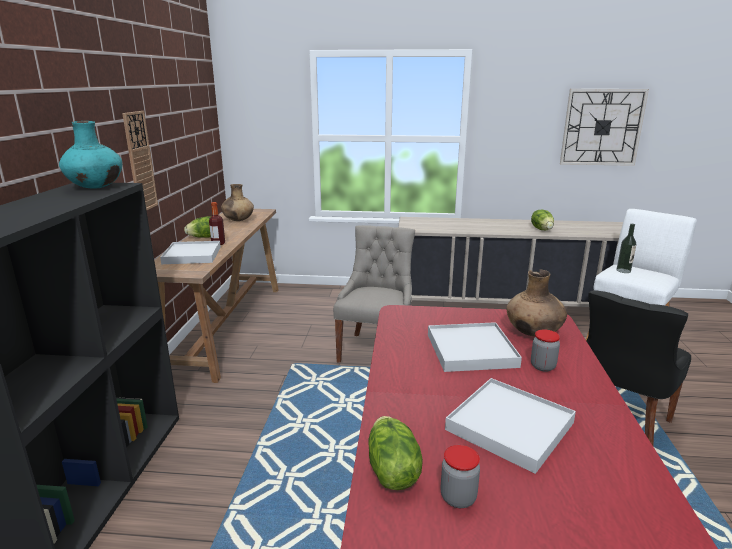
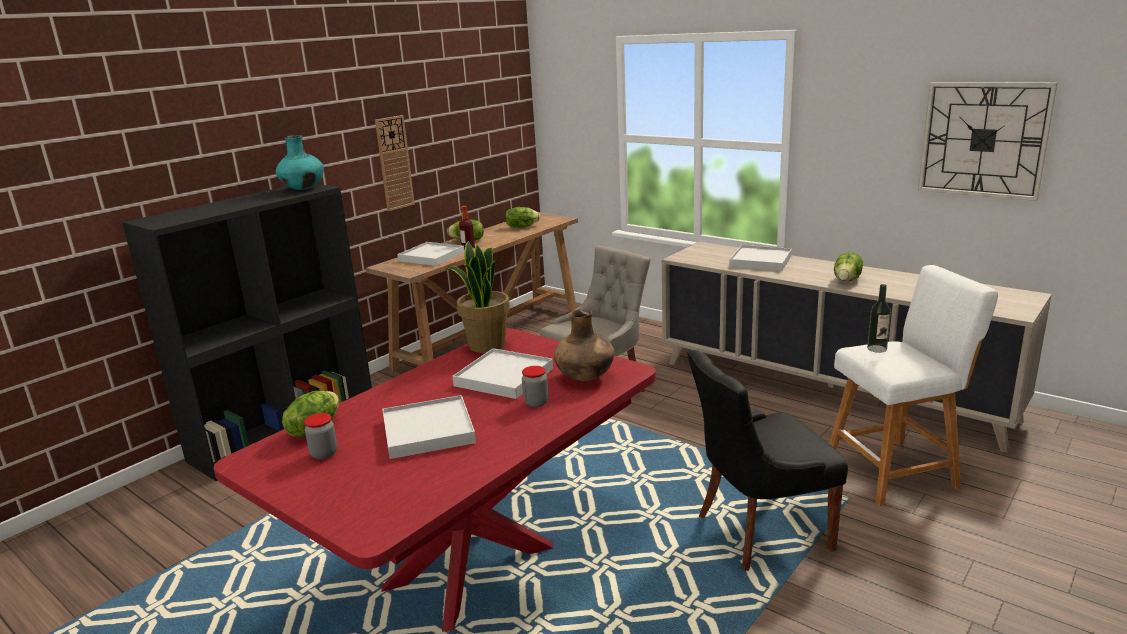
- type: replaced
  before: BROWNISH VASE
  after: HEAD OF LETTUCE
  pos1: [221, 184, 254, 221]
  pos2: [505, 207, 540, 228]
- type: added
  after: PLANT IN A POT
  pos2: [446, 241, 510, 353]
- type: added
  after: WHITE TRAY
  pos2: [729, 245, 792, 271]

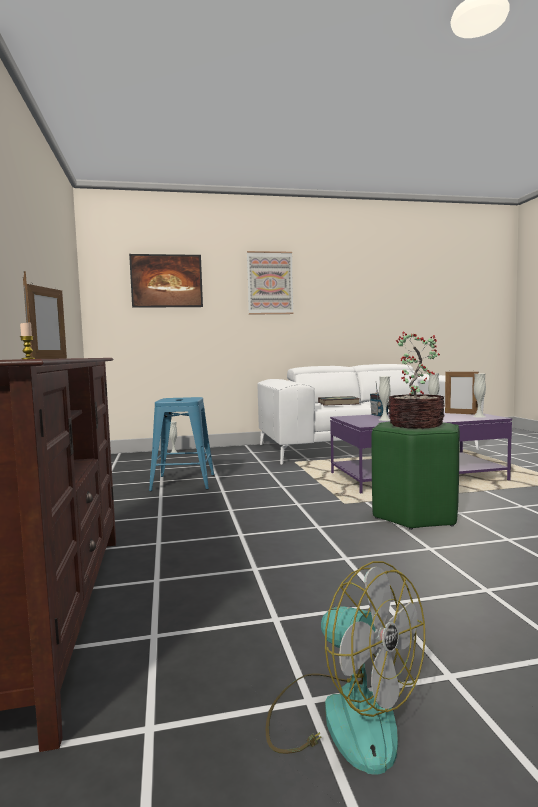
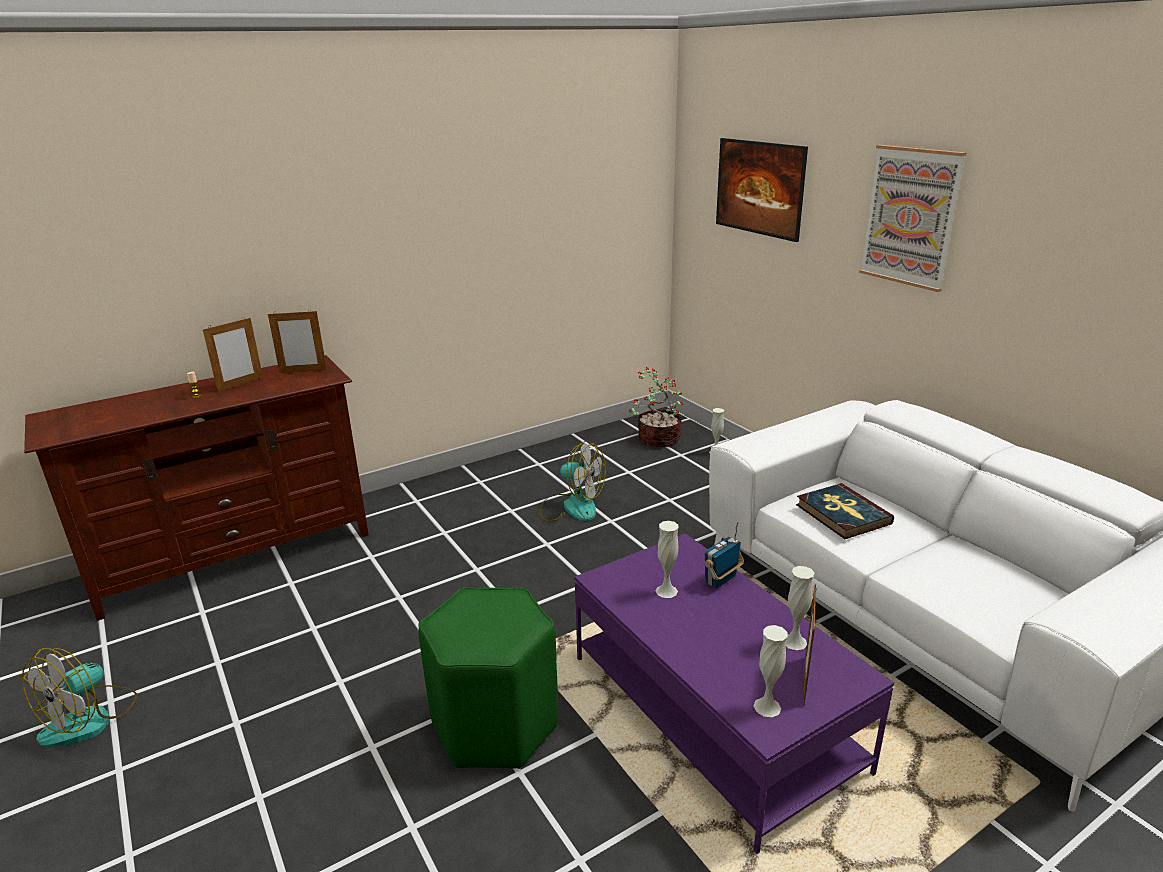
- type: moved
  before: PLANT IN A POT
  pos1: [388, 332, 445, 429]
  pos2: [628, 367, 684, 447]
- type: replaced
  before: BLUE-COLOURED STOOL
  after: ELECTRIC FAN
  pos1: [149, 397, 214, 491]
  pos2: [539, 441, 606, 522]

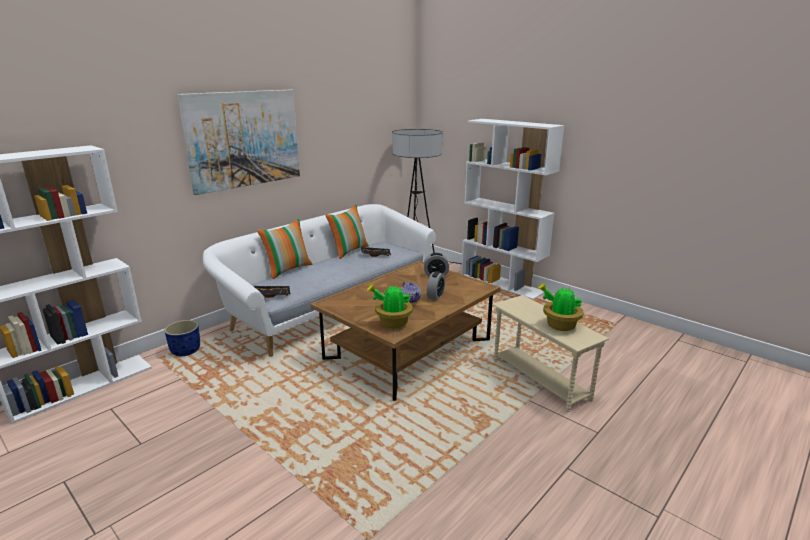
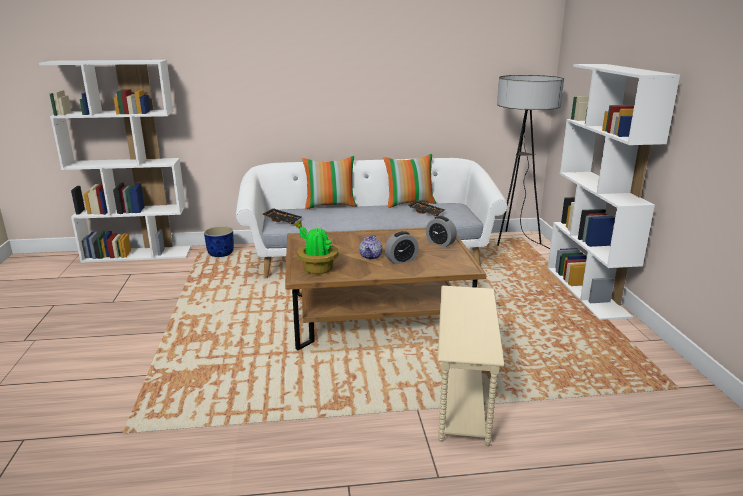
- type: removed
  before: PICTURE
  pos1: [177, 90, 300, 195]
- type: removed
  before: PLANT IN A POT
  pos1: [537, 283, 584, 331]

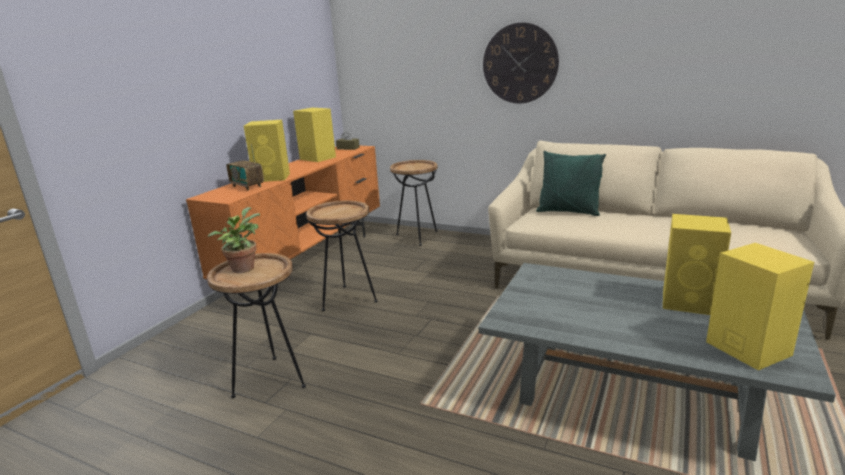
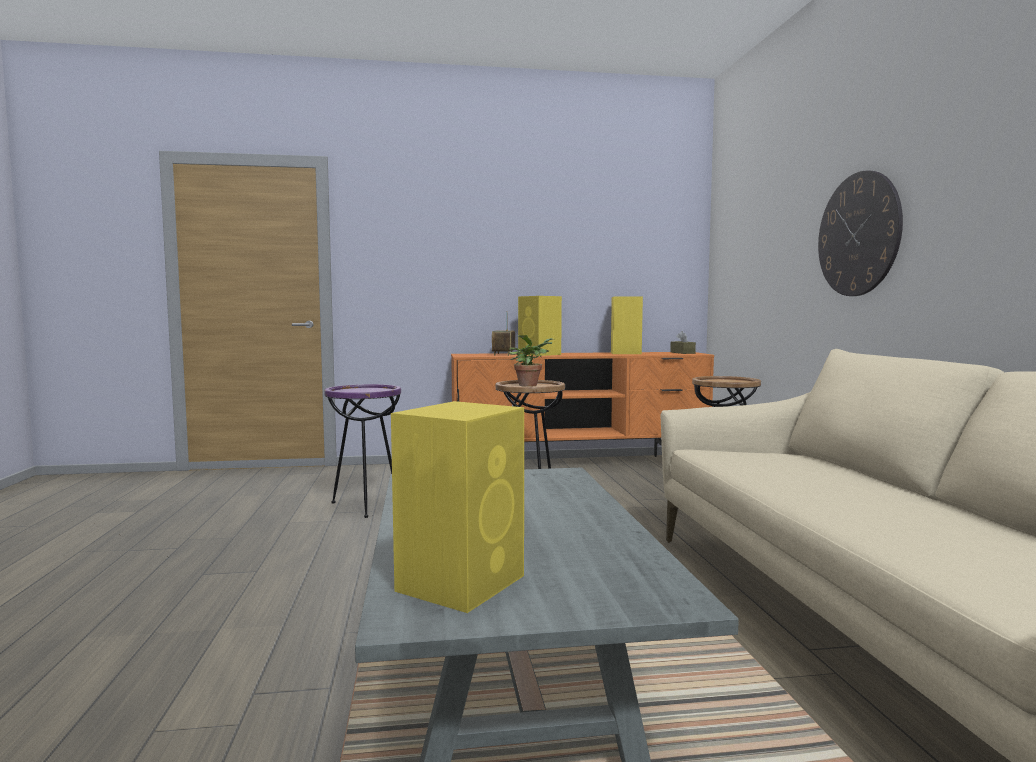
- type: removed
  before: GREENISH PILLOW
  pos1: [536, 151, 606, 216]
- type: moved
  before: PLANT IN A POT
  pos1: [208, 207, 260, 273]
  pos2: [509, 335, 555, 387]
- type: removed
  before: YELLOWISH AUDIO SPEAKER
  pos1: [663, 214, 731, 315]
- type: recoloured
  before: BROWNISH ACCENT TABLE
  after: PURPLE ACCENT TABLE
  pos1: [207, 253, 306, 398]
  pos2: [324, 384, 401, 518]

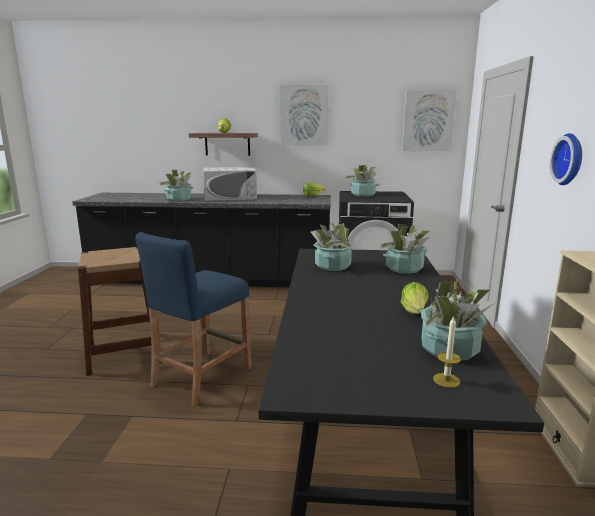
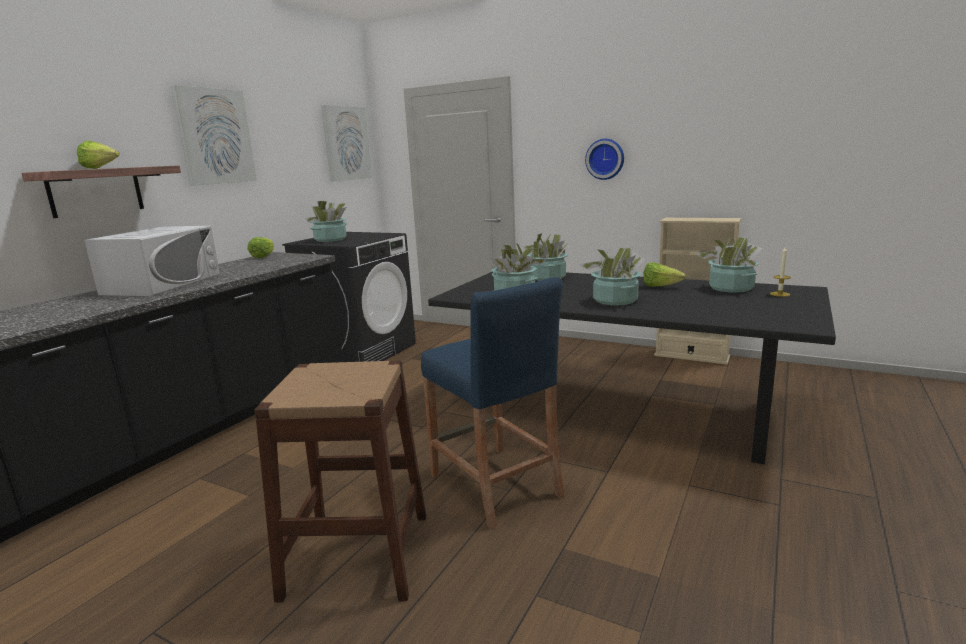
- type: moved
  before: PLANT IN A POT
  pos1: [159, 170, 194, 201]
  pos2: [579, 247, 645, 306]

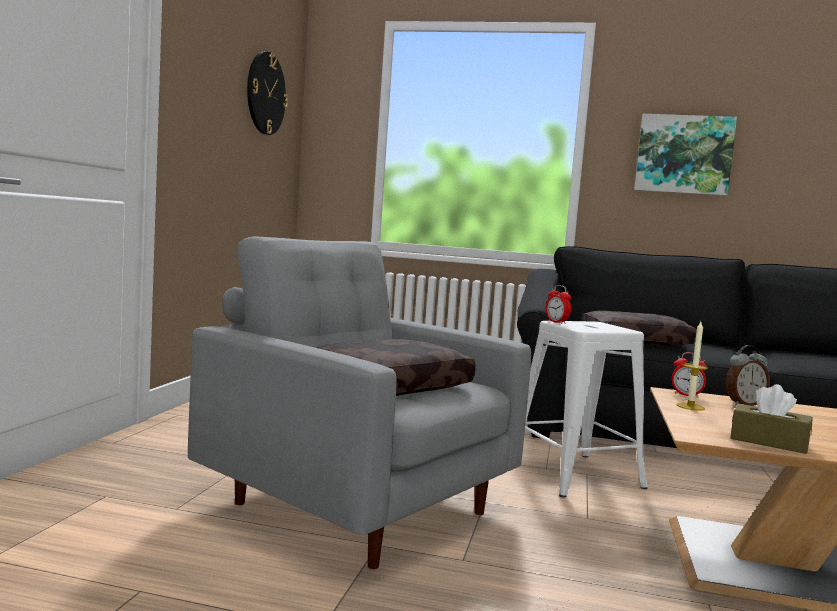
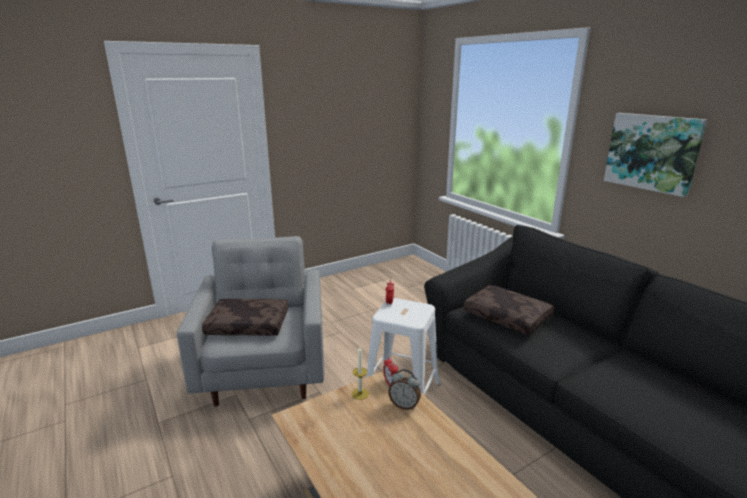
- type: removed
  before: HANGING CLOCK
  pos1: [247, 51, 288, 135]
- type: removed
  before: BROWNISH BOX OF TISSUES
  pos1: [731, 384, 813, 454]

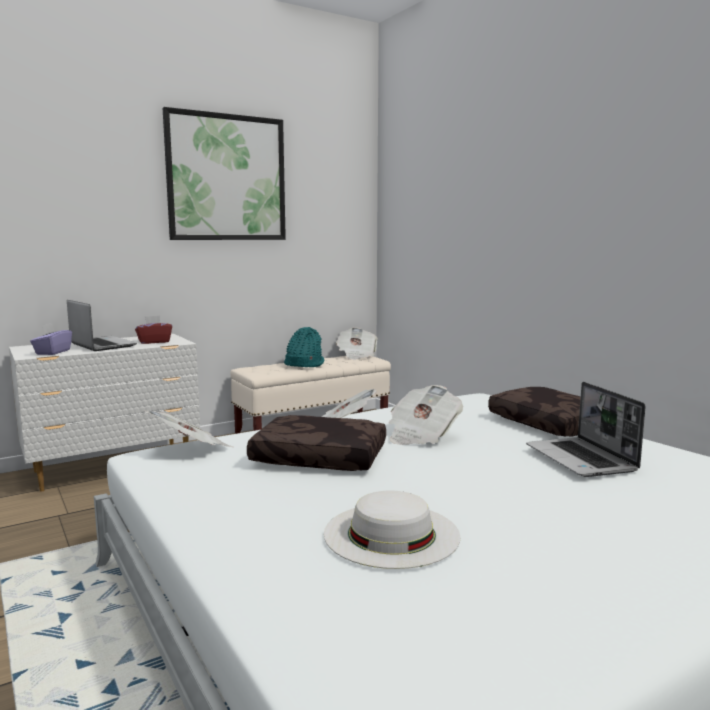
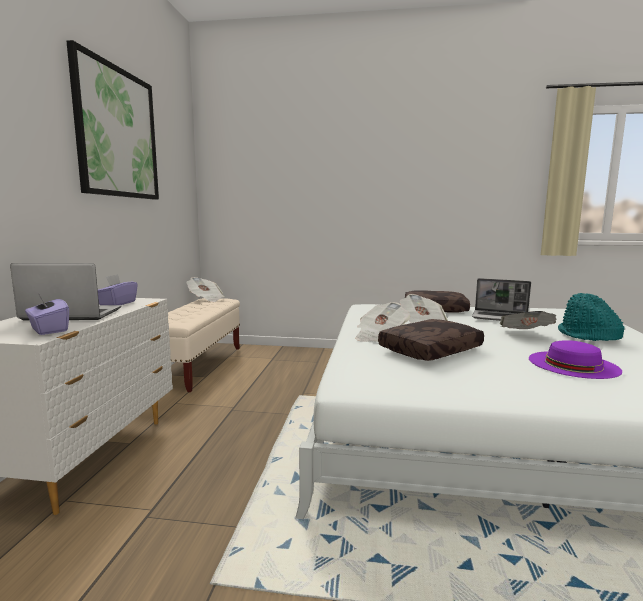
- type: recoloured
  before: RED-COLOURED BOX OF TISSUES
  after: PURPLE BOX OF TISSUES
  pos1: [135, 315, 172, 344]
  pos2: [98, 274, 138, 305]
- type: moved
  before: BLUE-GREEN HAT
  pos1: [284, 327, 324, 367]
  pos2: [558, 293, 624, 341]
- type: moved
  before: PRINTED PAPER
  pos1: [146, 411, 233, 447]
  pos2: [500, 311, 556, 329]
- type: recoloured
  before: WHITE HAT
  after: PURPLE HAT
  pos1: [324, 490, 460, 569]
  pos2: [529, 340, 622, 379]

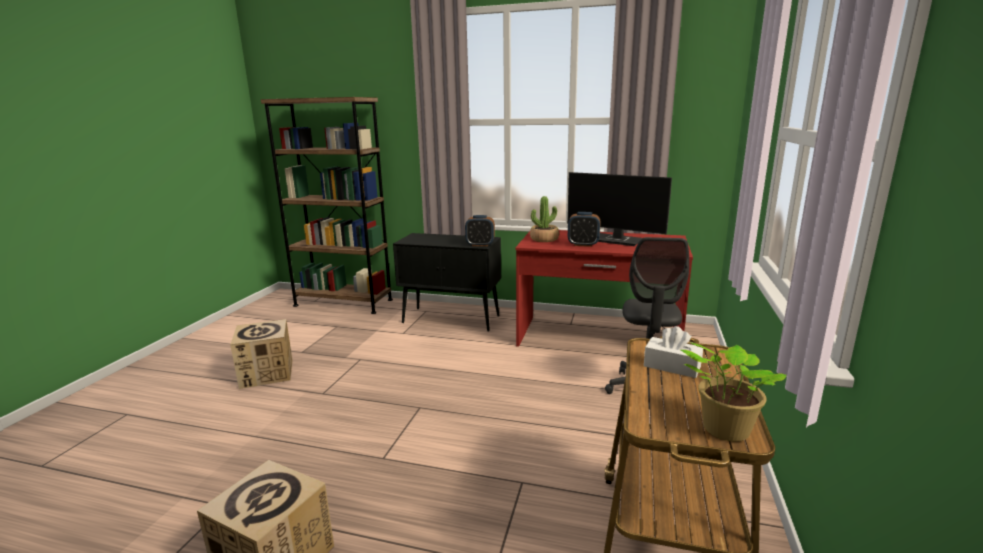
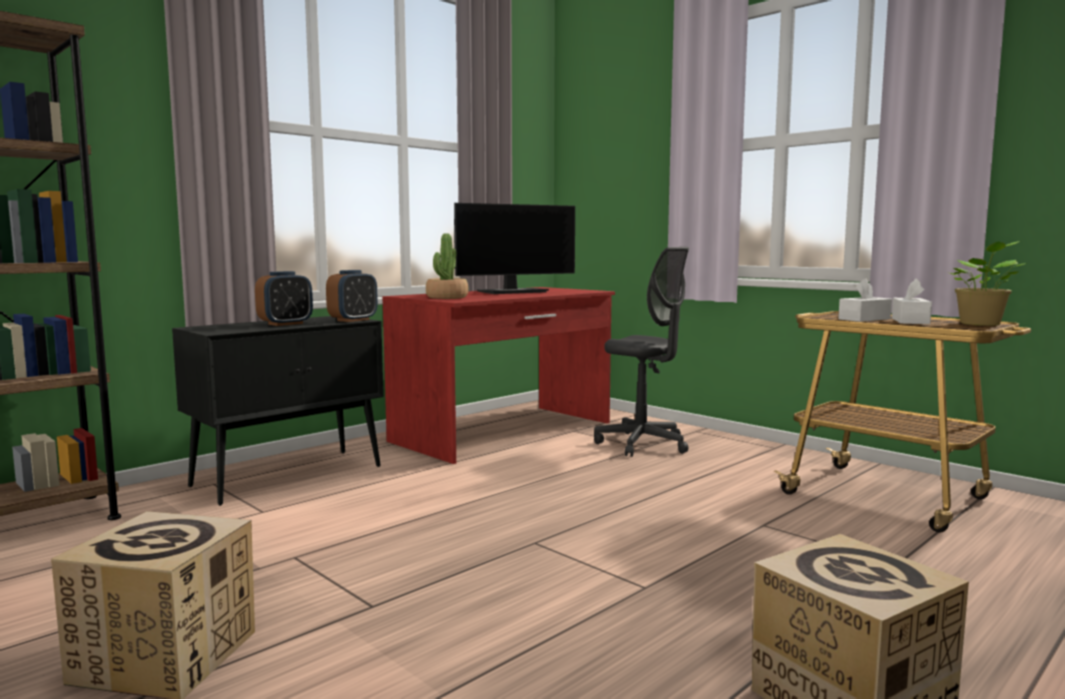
- type: moved
  before: TABLE CLOCK
  pos1: [568, 212, 600, 247]
  pos2: [255, 271, 313, 326]
- type: added
  after: WHITE BOX OF TISSUES
  pos2: [892, 278, 932, 324]

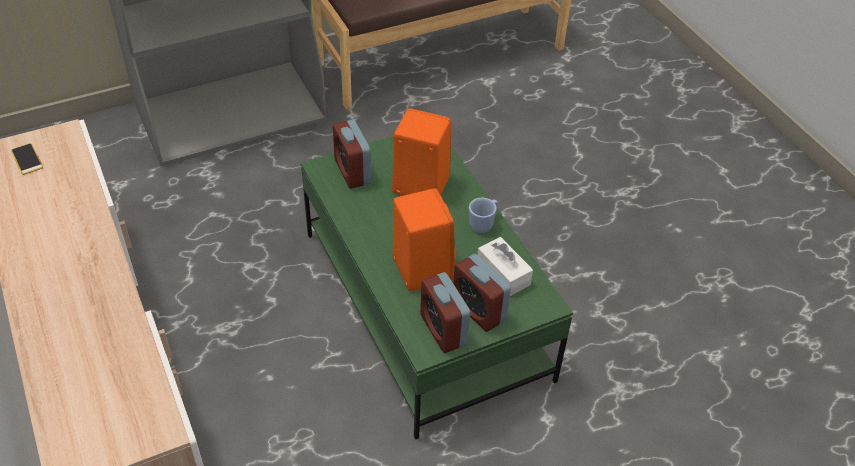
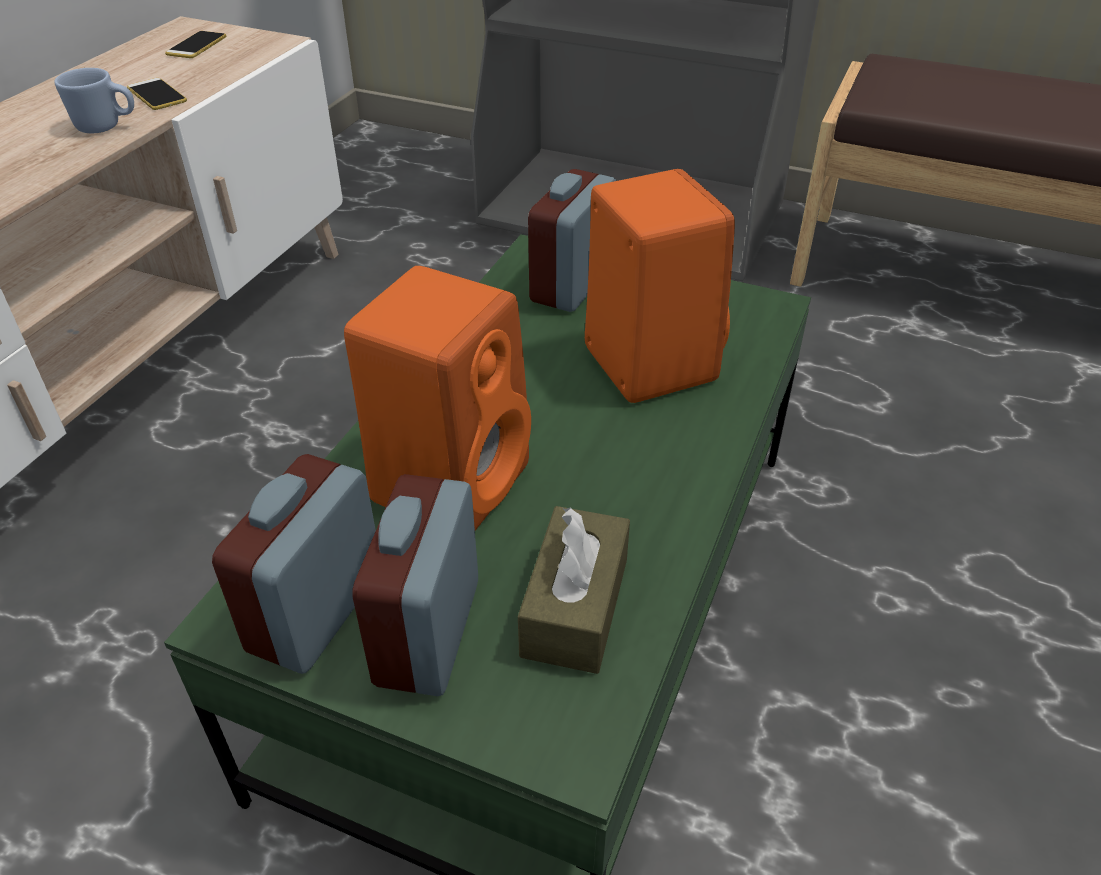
- type: moved
  before: BLUE-COLOURED COFFEE MUG
  pos1: [469, 198, 498, 233]
  pos2: [54, 68, 134, 133]
- type: recoloured
  before: WHITE BOX OF TISSUES
  after: BROWNISH BOX OF TISSUES
  pos1: [478, 237, 533, 296]
  pos2: [518, 506, 630, 674]
- type: added
  after: PHONE
  pos2: [127, 78, 187, 110]

